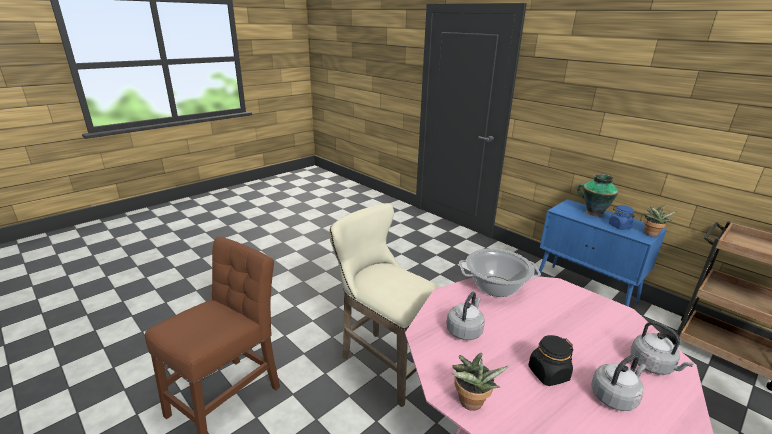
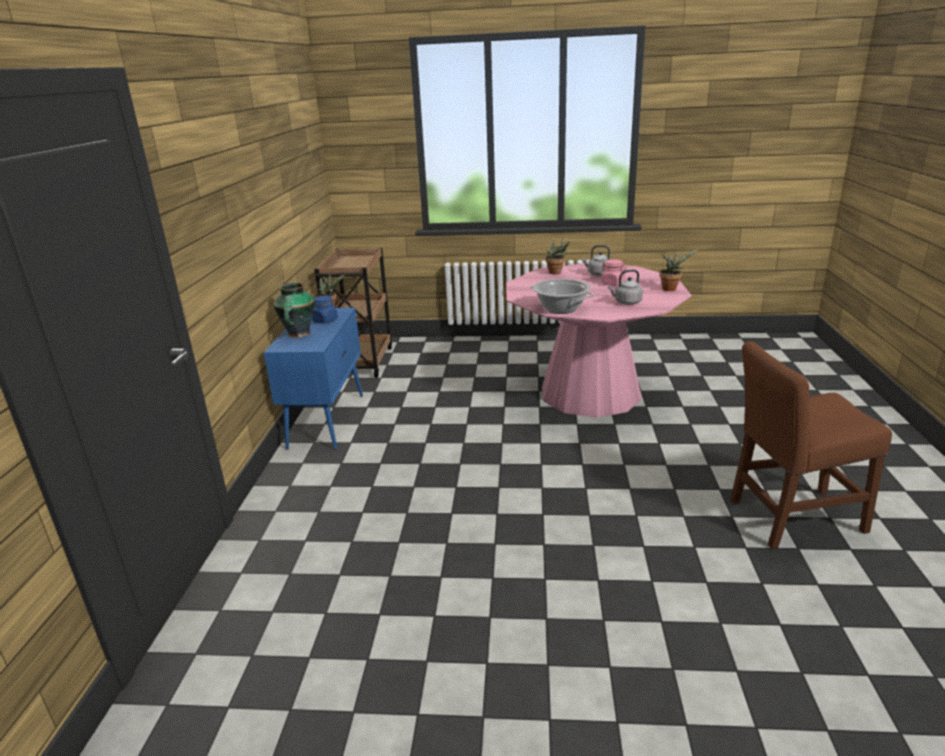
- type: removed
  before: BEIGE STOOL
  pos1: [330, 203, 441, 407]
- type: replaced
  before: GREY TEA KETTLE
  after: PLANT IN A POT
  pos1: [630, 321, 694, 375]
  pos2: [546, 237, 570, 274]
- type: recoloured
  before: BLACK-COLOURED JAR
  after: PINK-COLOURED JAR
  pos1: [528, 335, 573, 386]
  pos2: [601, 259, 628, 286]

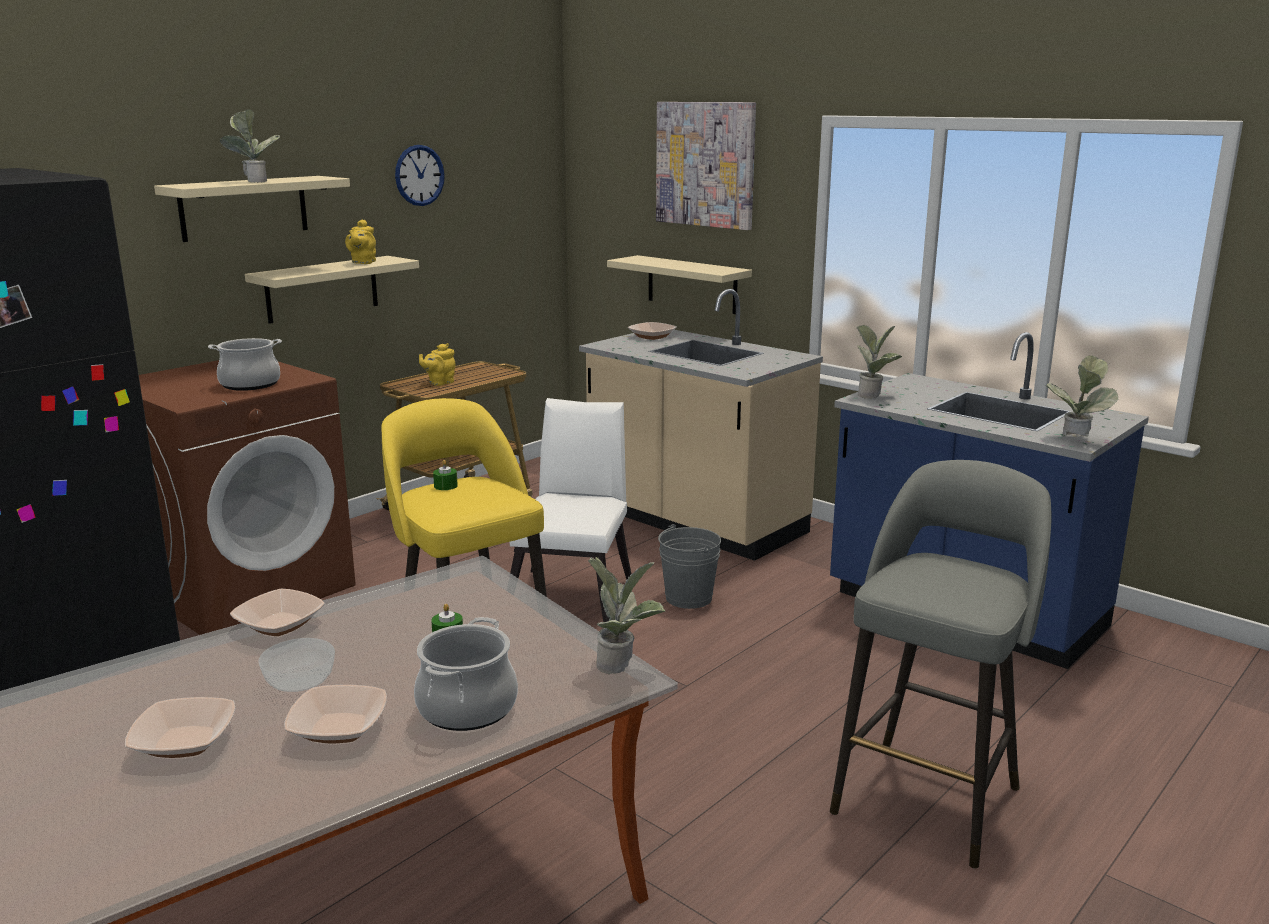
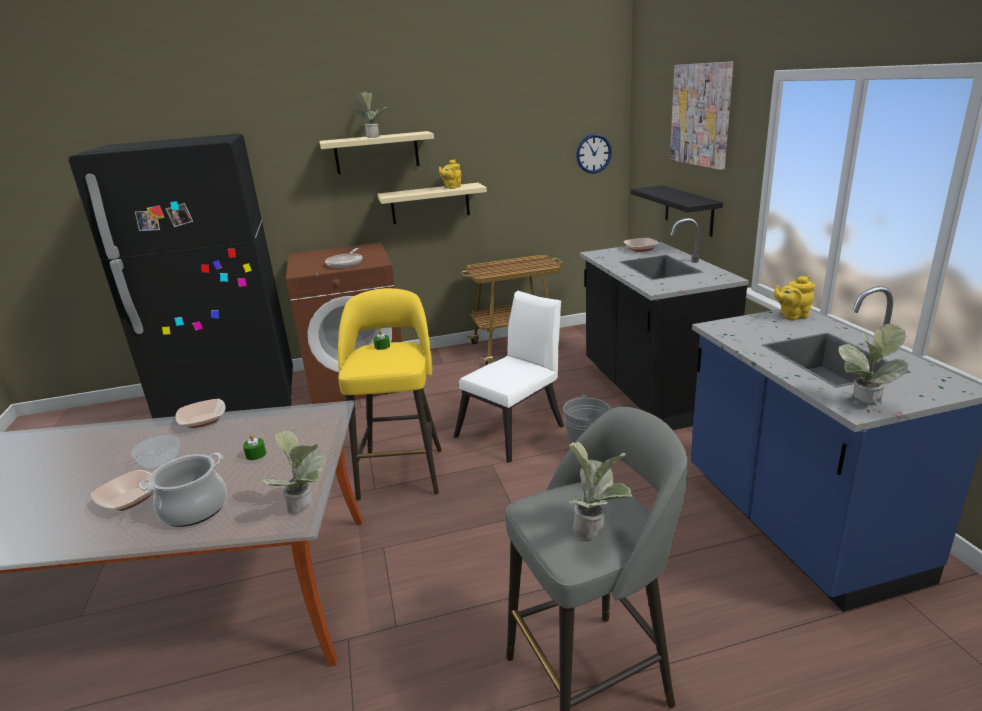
- type: moved
  before: HANGING CLOCK
  pos1: [395, 145, 445, 206]
  pos2: [576, 134, 612, 174]
- type: recoloured
  before: BEIGE SHELF
  after: BLACK-COLOURED SHELF
  pos1: [607, 255, 752, 314]
  pos2: [631, 185, 723, 237]
- type: recoloured
  before: BEIGE KITCHEN COUNTER
  after: BLACK-COLOURED KITCHEN COUNTER
  pos1: [579, 289, 823, 561]
  pos2: [580, 218, 749, 430]
- type: moved
  before: PLANT IN A POT
  pos1: [856, 325, 902, 399]
  pos2: [569, 442, 632, 539]
- type: replaced
  before: COOKING POT
  after: PAN
  pos1: [208, 338, 282, 391]
  pos2: [325, 248, 362, 268]
- type: moved
  before: YELLOWISH TEA POT
  pos1: [419, 343, 455, 386]
  pos2: [774, 276, 815, 320]
- type: removed
  before: SERVING BOWL
  pos1: [125, 697, 235, 758]

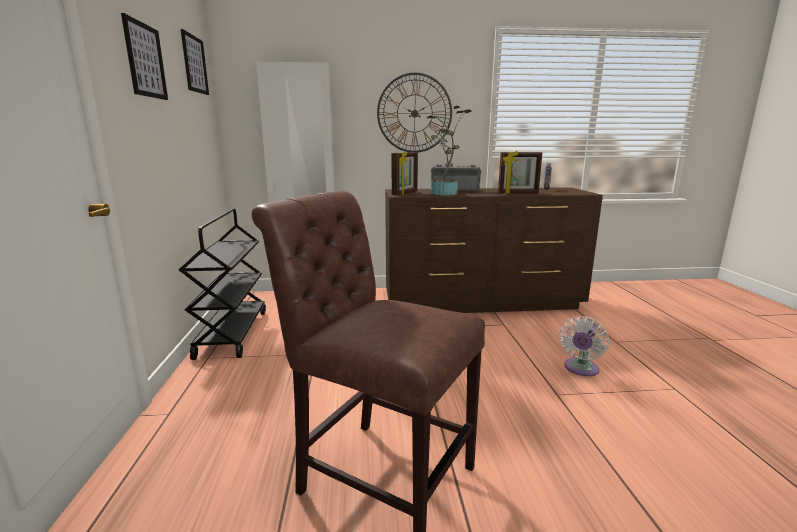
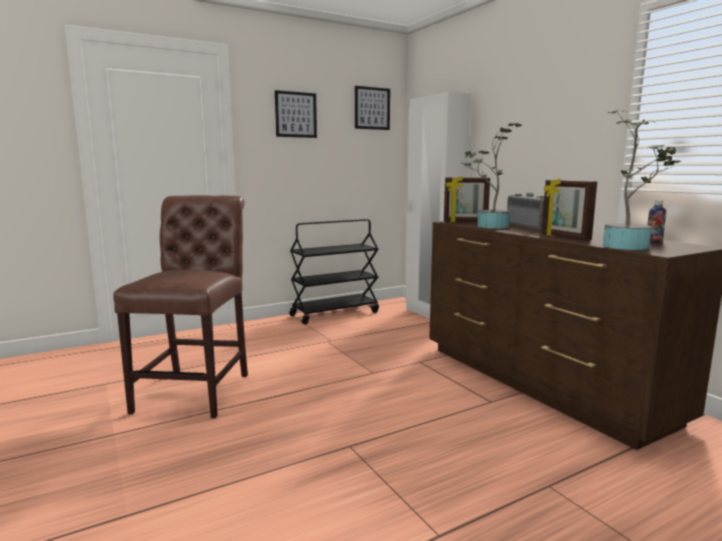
- type: removed
  before: HANGING CLOCK
  pos1: [377, 73, 452, 152]
- type: removed
  before: WHITE ELECTRIC FAN
  pos1: [560, 316, 609, 376]
- type: added
  after: PLANT IN A POT
  pos2: [603, 109, 681, 250]

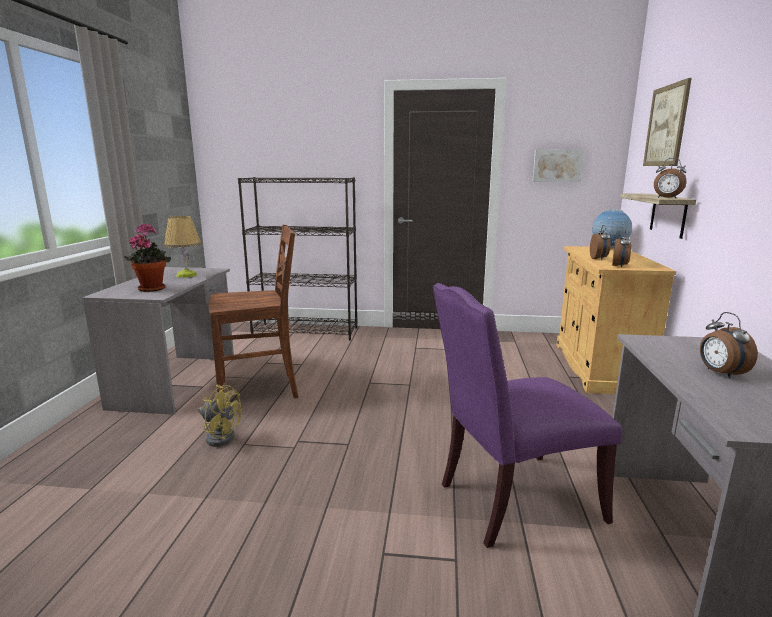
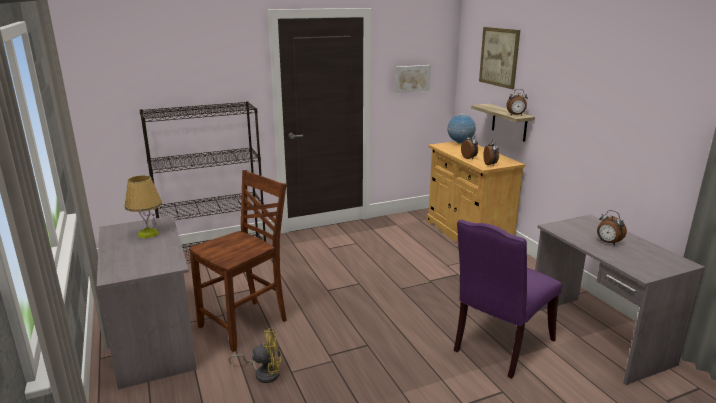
- type: removed
  before: PLANT IN A POT
  pos1: [124, 223, 171, 292]

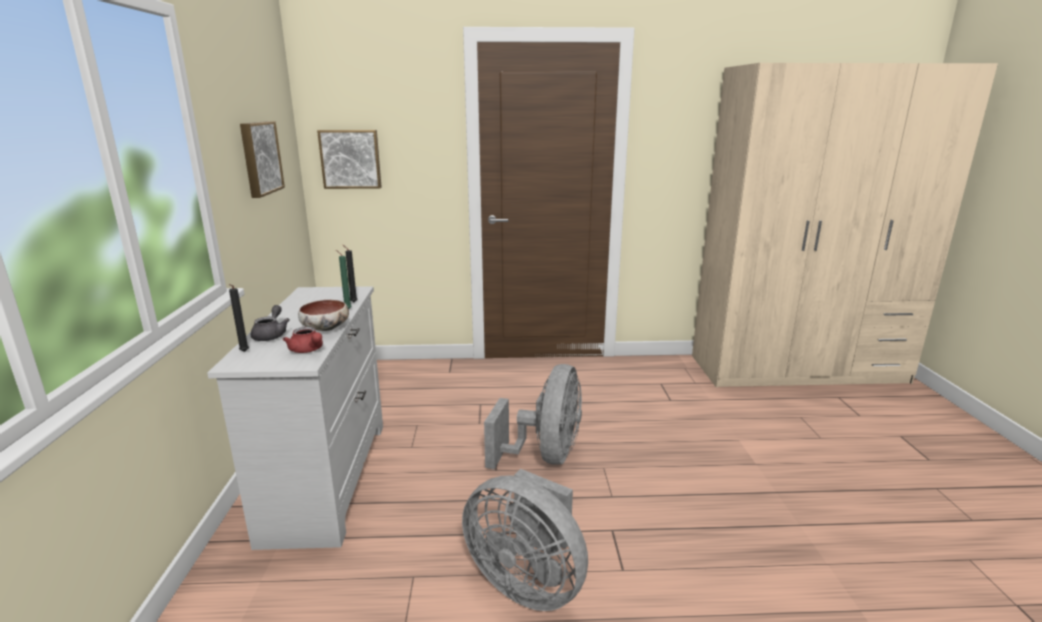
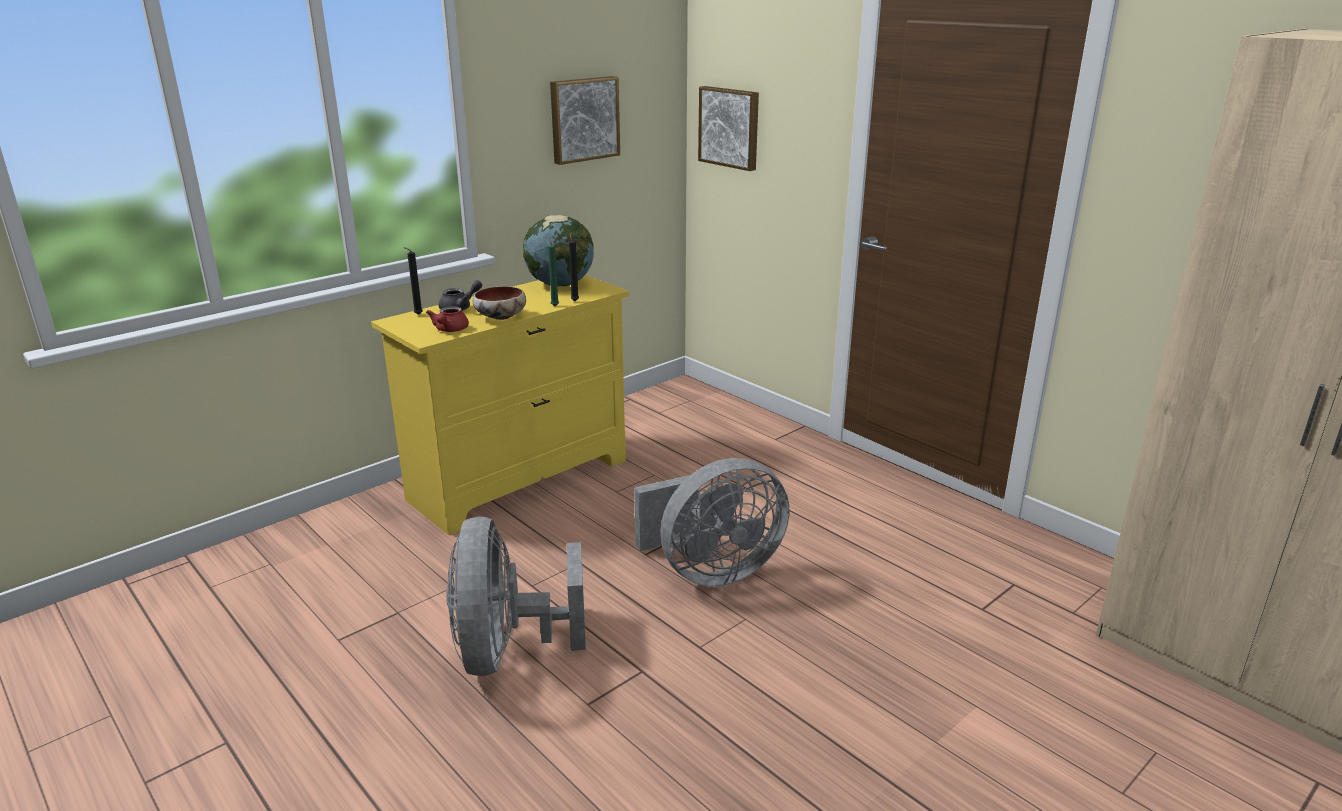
- type: recoloured
  before: WHITE DRAWER CHEST
  after: YELLOWISH DRAWER CHEST
  pos1: [207, 286, 383, 550]
  pos2: [371, 275, 629, 535]
- type: added
  after: WORLD GLOBE
  pos2: [523, 215, 594, 287]

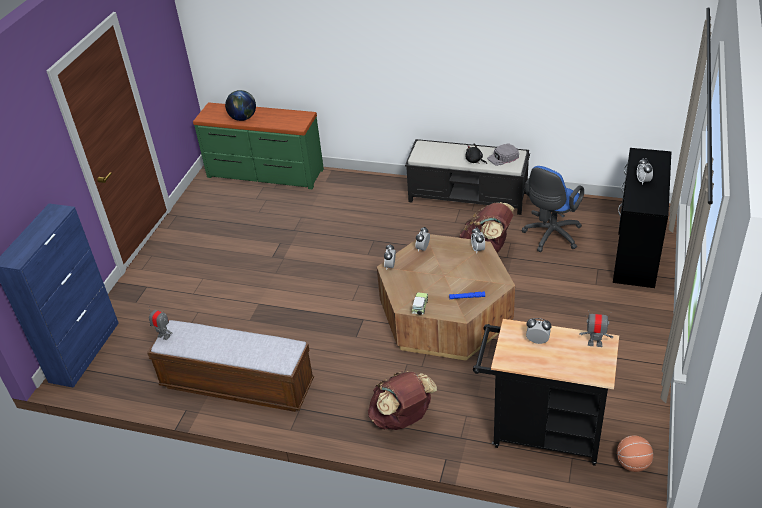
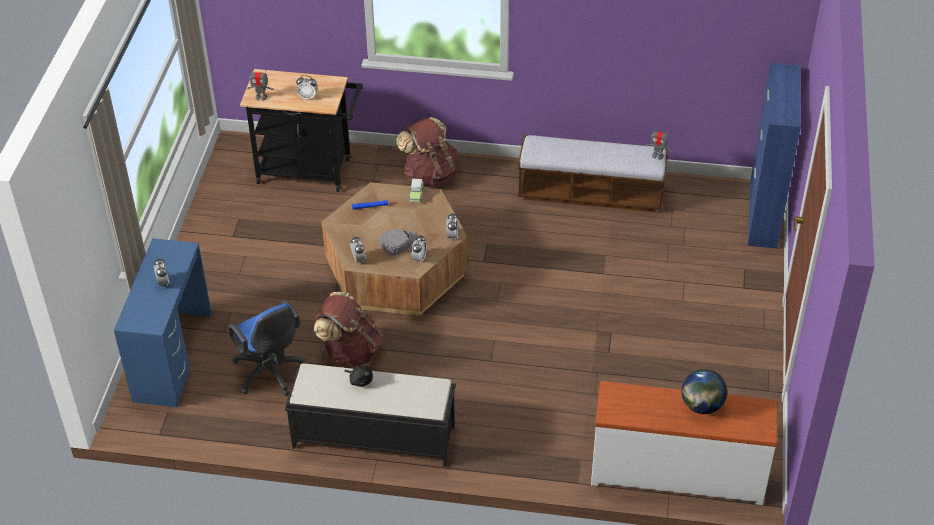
- type: recoloured
  before: GREENISH DRAWER CHEST
  after: WHITE DRAWER CHEST
  pos1: [193, 102, 324, 189]
  pos2: [591, 381, 777, 505]
- type: moved
  before: GREY PEAKED CAP
  pos1: [487, 143, 519, 166]
  pos2: [379, 228, 417, 256]
- type: recoloured
  before: BLACK-COLOURED DESK UNIT
  after: BLUE-COLOURED DESK UNIT
  pos1: [613, 148, 672, 288]
  pos2: [114, 238, 212, 407]
- type: turned
  before: BLUE-COLOURED COMPUTER CHAIR
  pos1: [522, 166, 584, 252]
  pos2: [228, 300, 307, 396]
  turn: 120
- type: removed
  before: BASKETBALL BALL
  pos1: [617, 436, 653, 472]

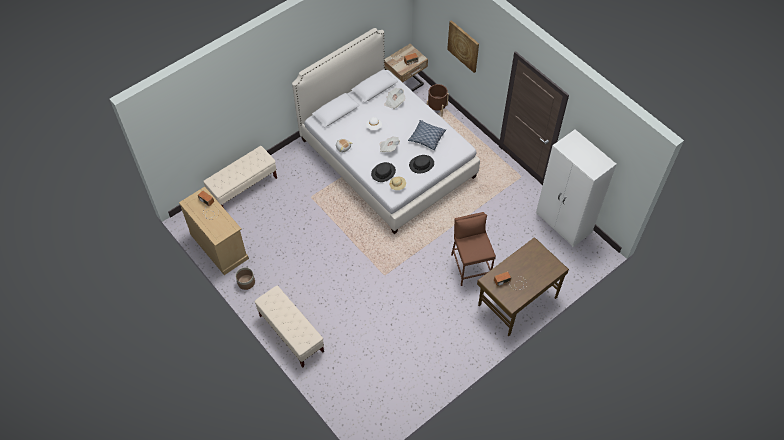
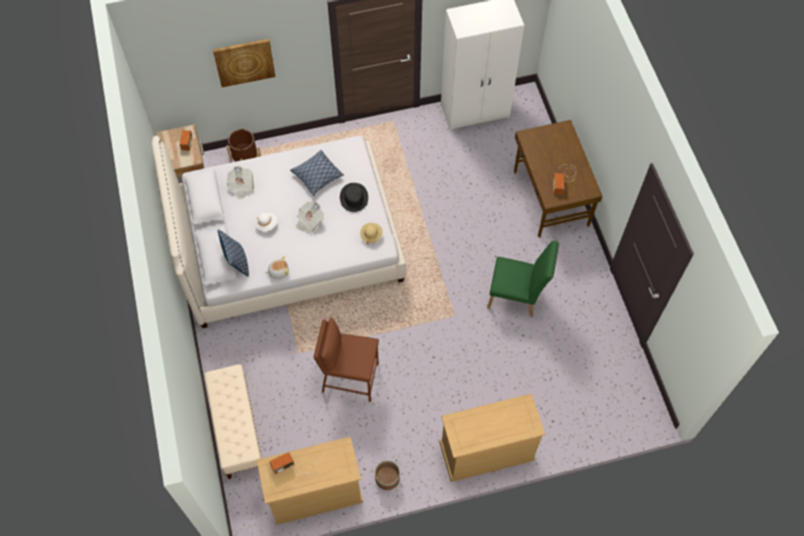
- type: removed
  before: BLACK-COLOURED HAT
  pos1: [371, 162, 396, 182]
- type: moved
  before: BROWNISH STOOL
  pos1: [451, 212, 496, 286]
  pos2: [314, 318, 379, 402]
- type: replaced
  before: BEIGE LONG SEAT
  after: BEIGE DRAWER CHEST
  pos1: [255, 286, 324, 368]
  pos2: [440, 394, 545, 482]
- type: added
  after: PILLOW
  pos2: [218, 230, 249, 277]
- type: added
  after: GREENISH UPRIGHT CHAIR
  pos2: [487, 240, 559, 317]

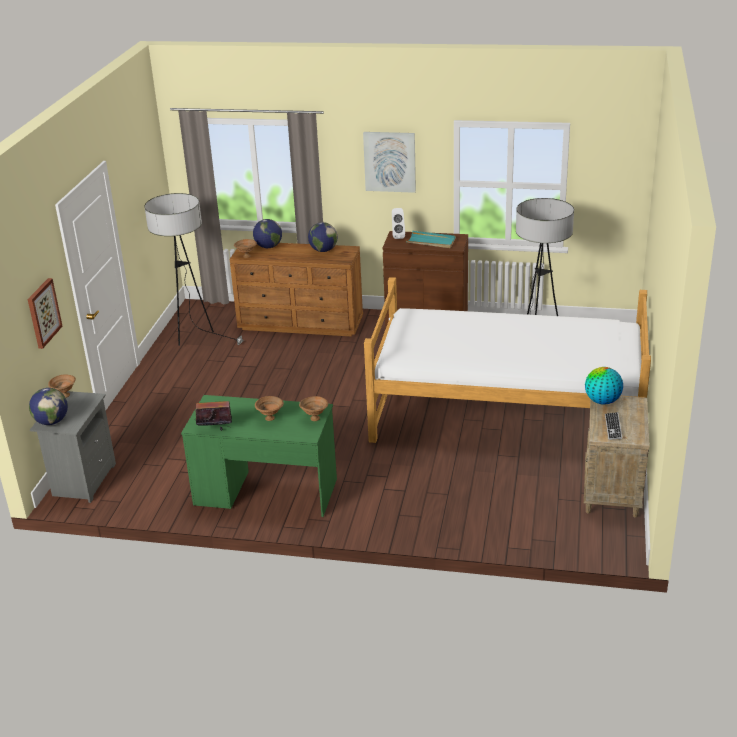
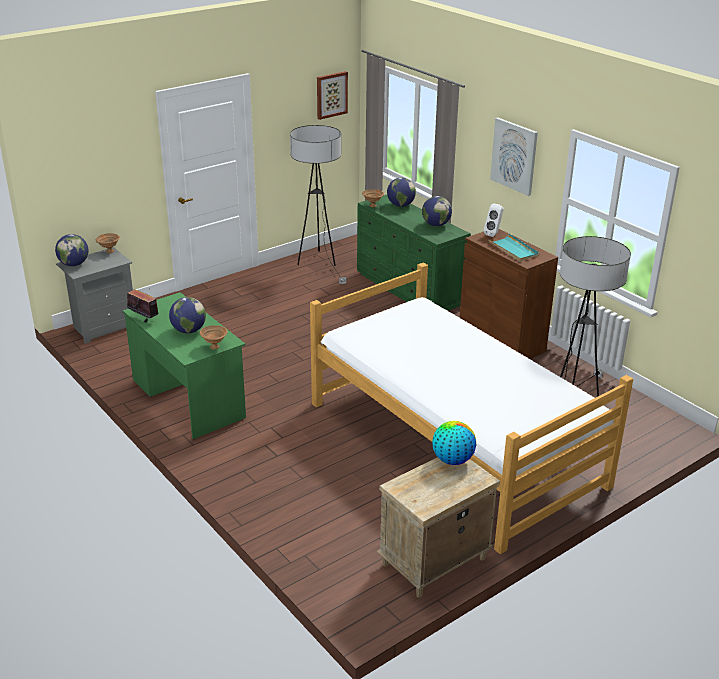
- type: recoloured
  before: BROWNISH DRAWER CHEST
  after: GREENISH DRAWER CHEST
  pos1: [230, 243, 363, 336]
  pos2: [357, 195, 471, 311]
- type: moved
  before: PICTURE
  pos1: [28, 278, 62, 349]
  pos2: [317, 71, 348, 120]
- type: replaced
  before: BROWNISH SERVING BOWL
  after: WORLD GLOBE
  pos1: [255, 396, 284, 421]
  pos2: [169, 297, 206, 333]
- type: removed
  before: KEYBOARD
  pos1: [605, 412, 622, 440]

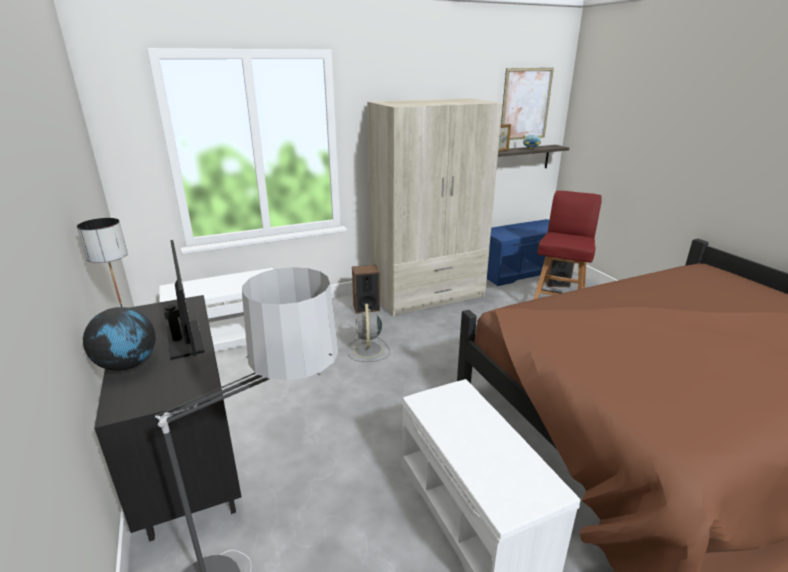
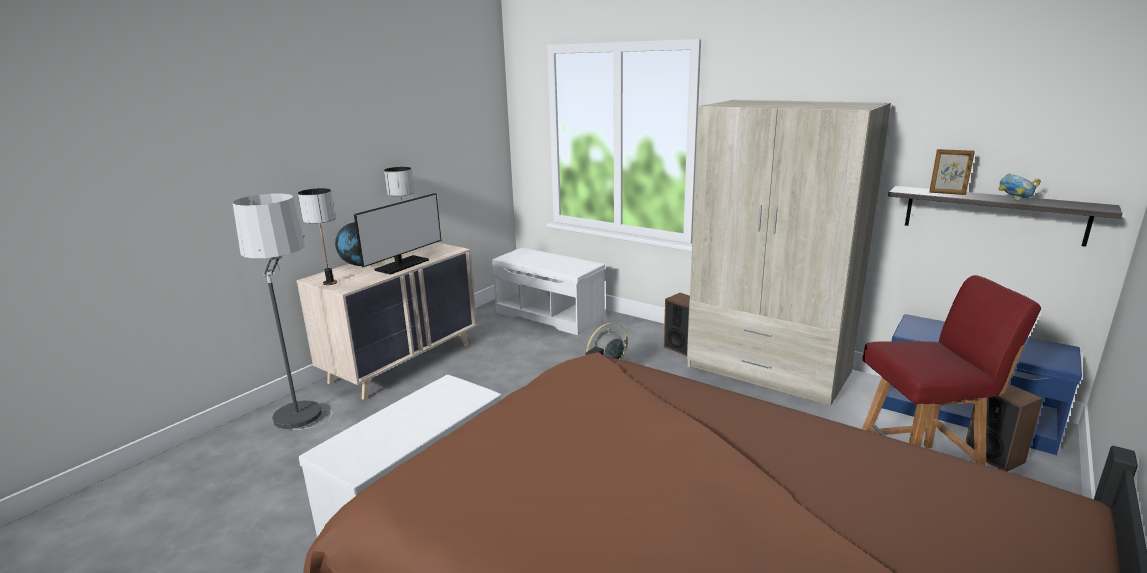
- type: removed
  before: PICTURE
  pos1: [501, 68, 554, 140]
- type: recoloured
  before: BLACK-COLOURED DRAWER CHEST
  after: BEIGE DRAWER CHEST
  pos1: [94, 295, 242, 542]
  pos2: [297, 242, 477, 400]
- type: added
  after: TABLE LAMP
  pos2: [298, 188, 337, 285]

